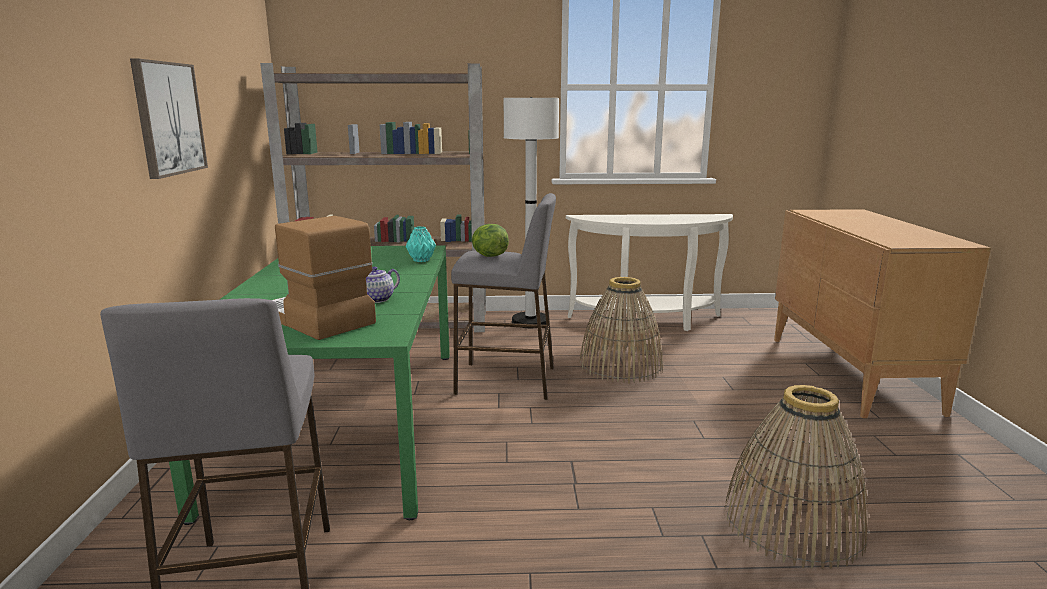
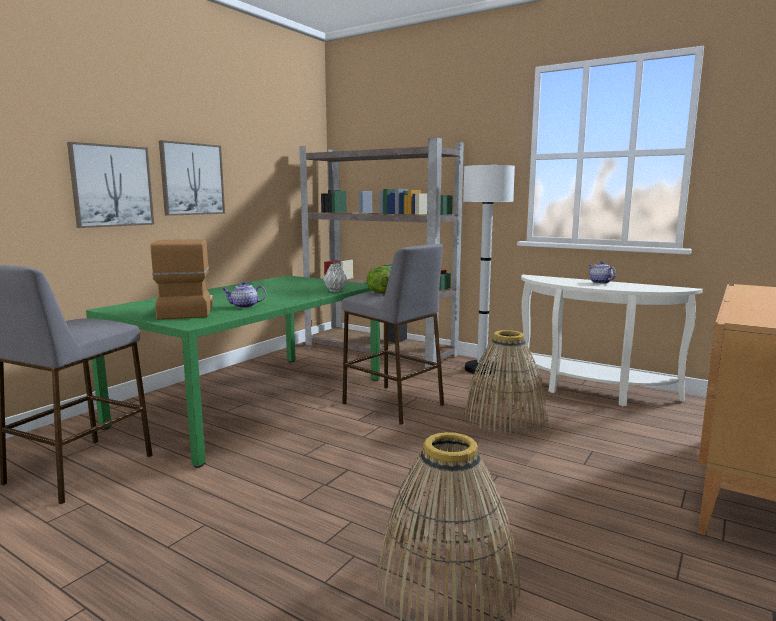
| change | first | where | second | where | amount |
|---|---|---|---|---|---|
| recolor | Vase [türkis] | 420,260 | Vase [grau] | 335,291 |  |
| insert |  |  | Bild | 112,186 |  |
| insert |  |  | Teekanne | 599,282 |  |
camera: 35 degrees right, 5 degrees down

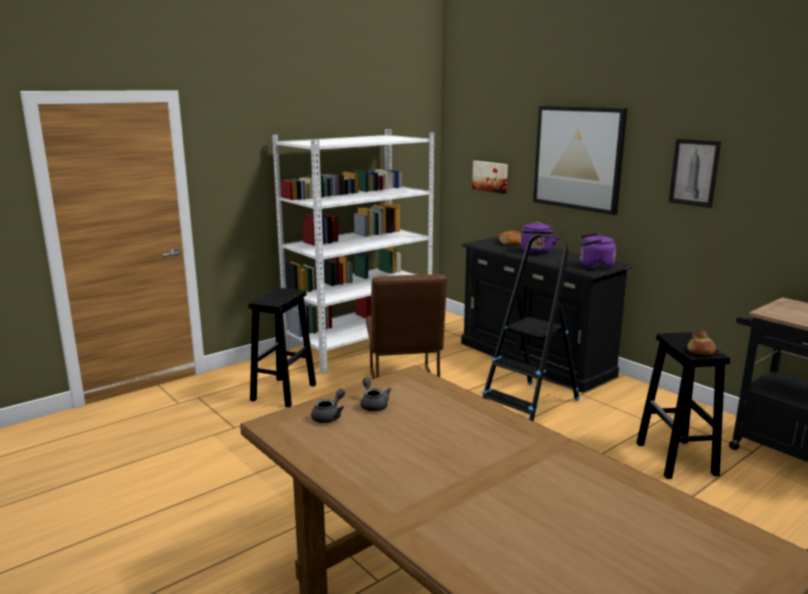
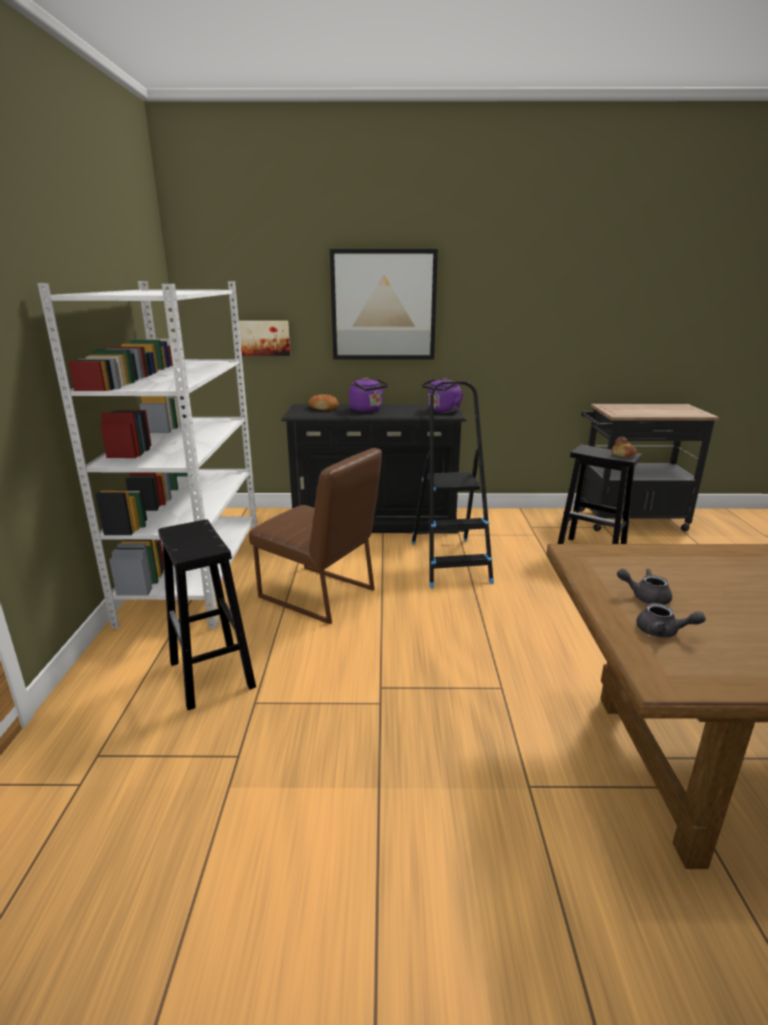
| change | first | where | second | where | amount |
|---|---|---|---|---|---|
| delete | Bild | 694,172 |  |  |  |
| rotate | Teekanne [grau] | 329,416 |  | 663,632 | 135 degrees clockwise |
camera: 50 degrees left, 5 degrees up

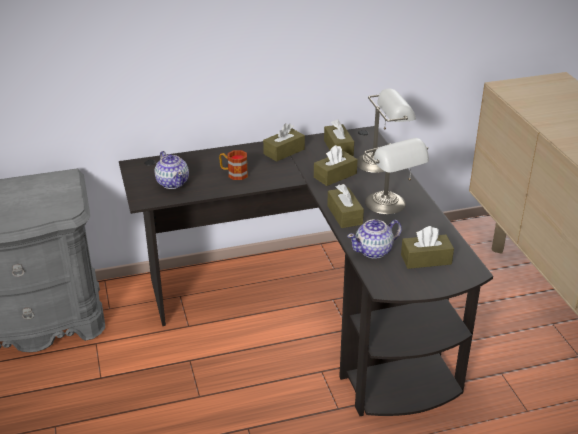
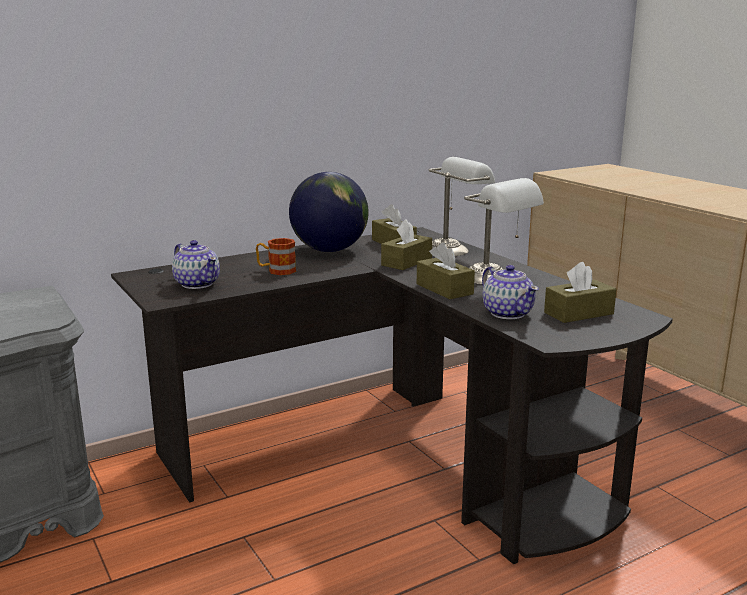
| change | first | where | second | where | amount |
|---|---|---|---|---|---|
| replace | Taschentuchbox [braun] | 284,151 | Globus | 329,250 |  |
| rotate | Teekanne | 374,251 |  | 507,313 | 75 degrees counterclockwise |
camera: 15 degrees left, 15 degrees down

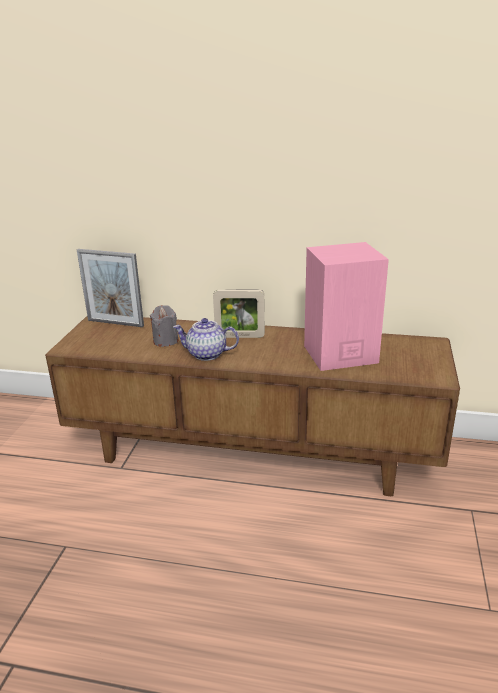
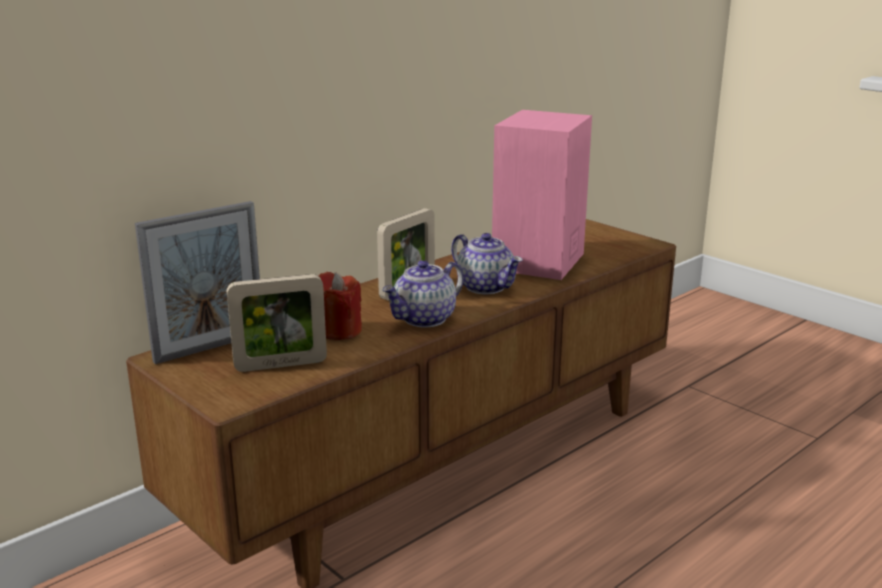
| change | first | where | second | where | amount |
|---|---|---|---|---|---|
| recolor | Kerze [grau] | 165,341 | Kerze [rot] | 340,331 |  |
| insert |  |  | Teekanne | 486,287 |  |
| insert |  |  | Bilderrahmen | 280,365 |  |
camera: 55 degrees left, 5 degrees down

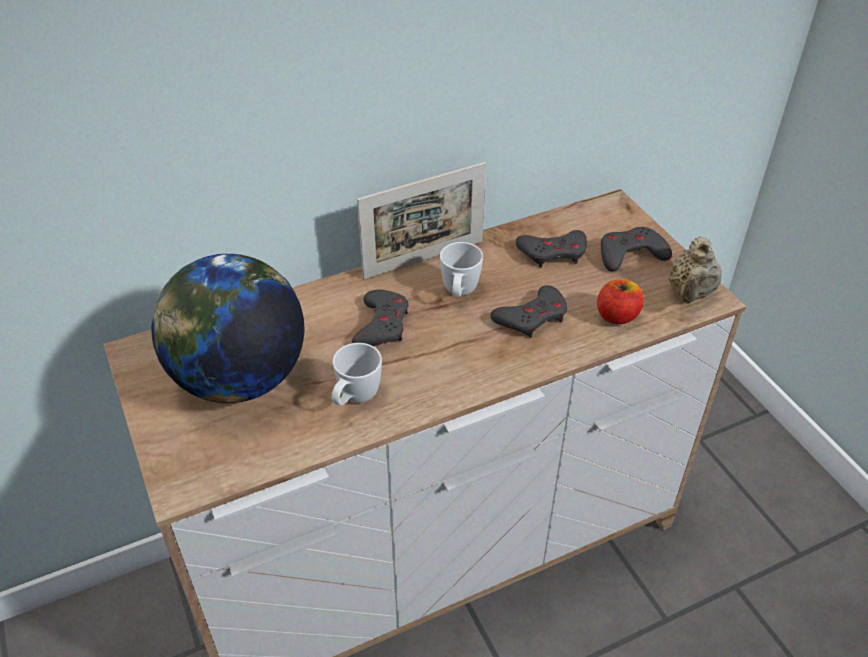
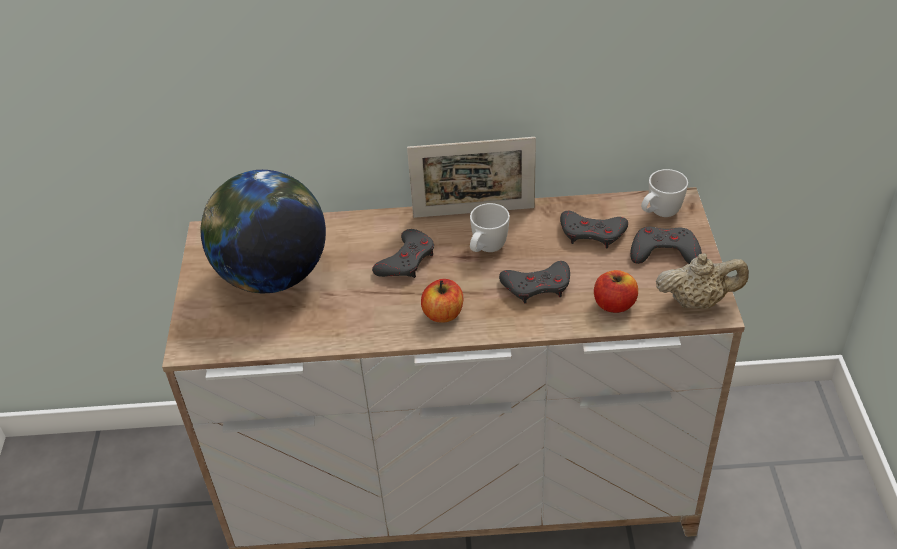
| change | first | where | second | where | amount |
|---|---|---|---|---|---|
| rotate | Teekanne [beige] | 690,293 |  | 697,301 | 135 degrees counterclockwise |
| move | Henkelbecher [weiß] | 355,399 |  | 659,214 |  |
| insert |  |  | Apfel | 443,314 |  |
camera: 25 degrees right, 0 degrees up

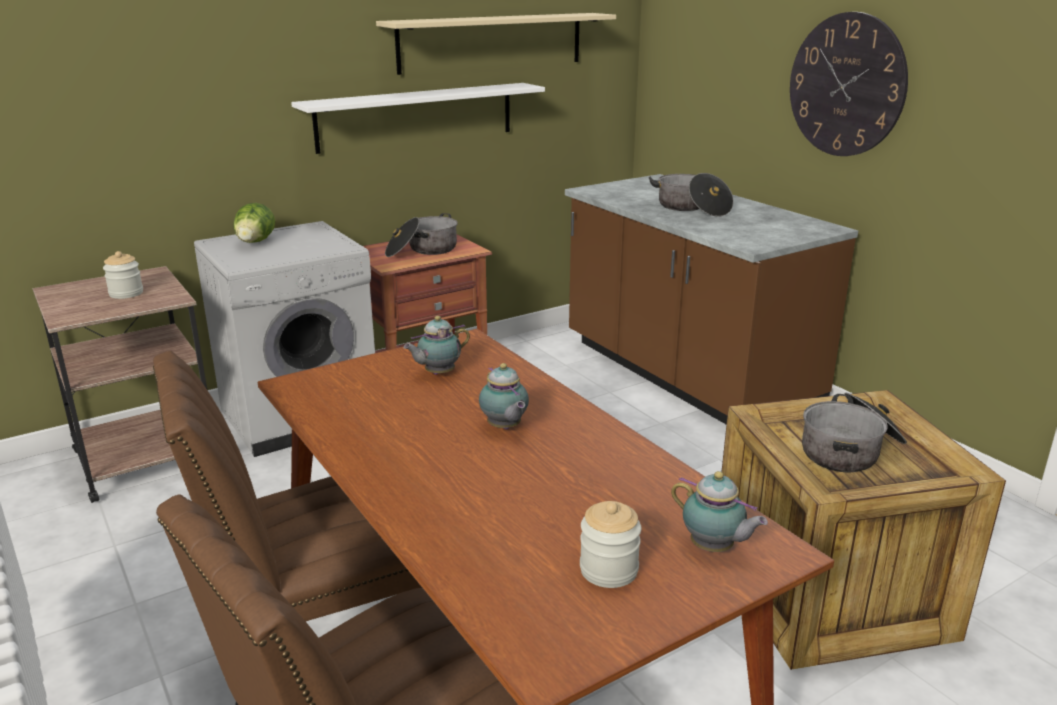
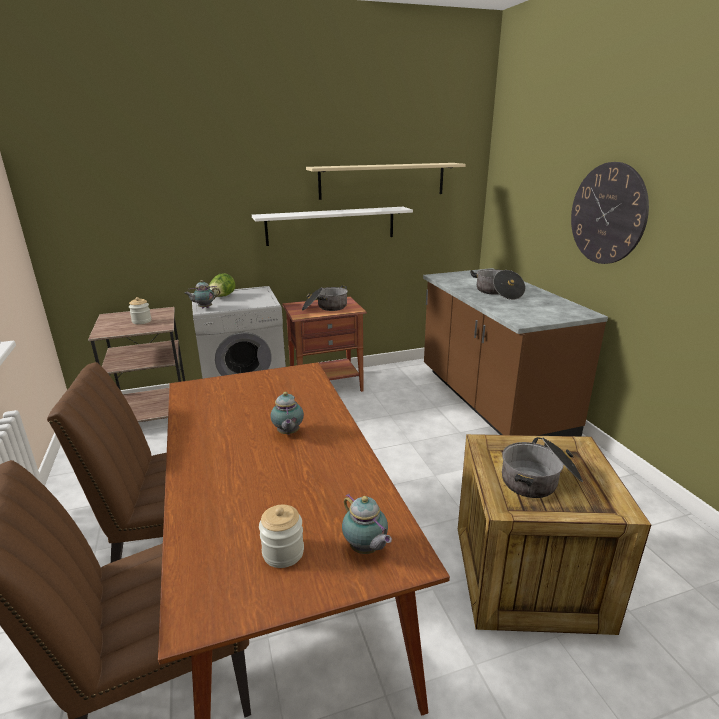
| change | first | where | second | where | amount |
|---|---|---|---|---|---|
| move | Teekanne | 437,373 |  | 204,308 |  |
camera: 15 degrees right, 0 degrees up

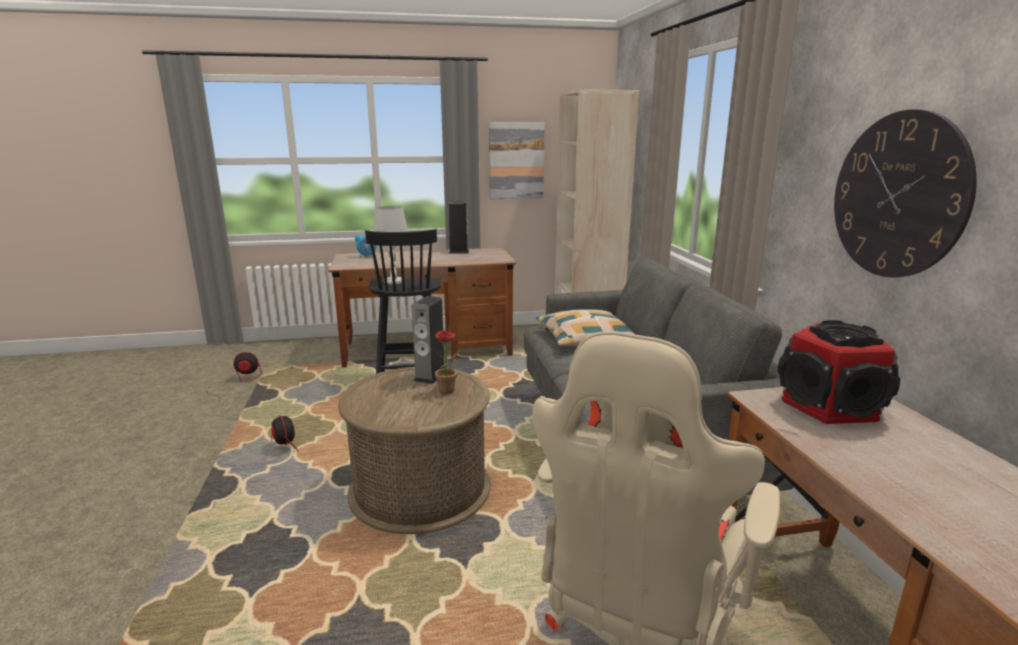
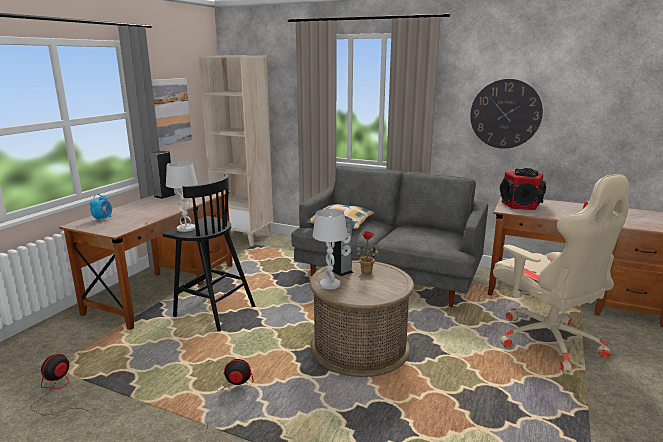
| change | first | where | second | where | amount |
|---|---|---|---|---|---|
| insert |  |  | Tischlampe [weiß] | 330,284 |  |
camera: 55 degrees left, 0 degrees up

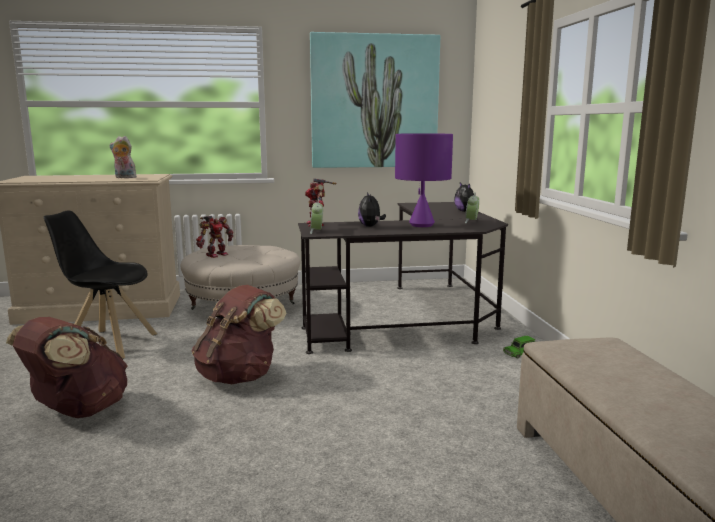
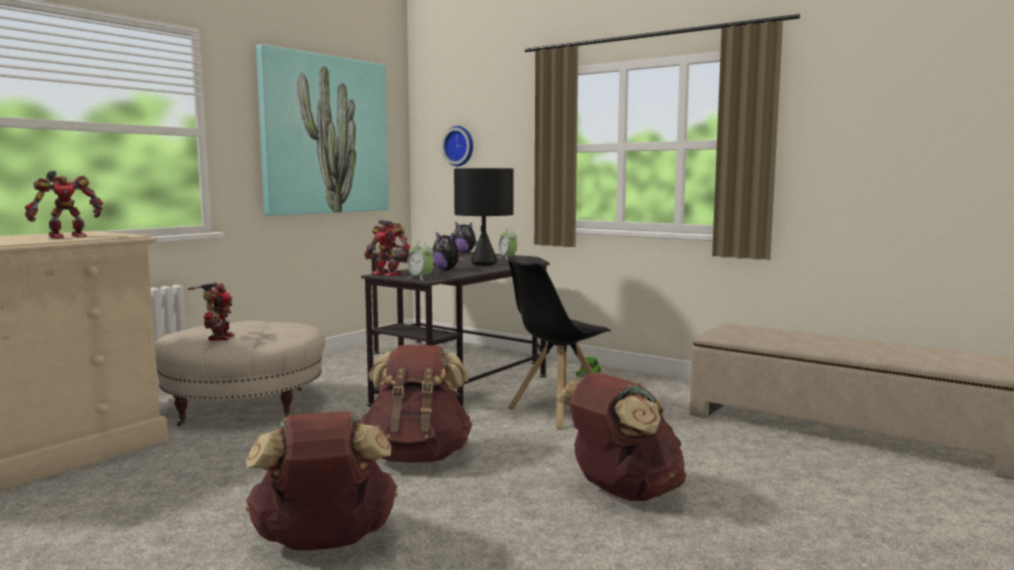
| change | first | where | second | where | amount |
|---|---|---|---|---|---|
| recolor | Tischlampe [lila] | 421,225 | Tischlampe [schwarz] | 484,264 |  |
| replace | Plüschtier | 124,177 | Spielzeugroboter | 66,237 |  |
| move | Stuhl [schwarz] | 108,344 |  | 558,411 |  |
| insert |  |  | Wanduhr | 459,146 |  |
| insert |  |  | Rucksack [braun] | 622,492 |  |
camera: 45 degrees left, 5 degrees down

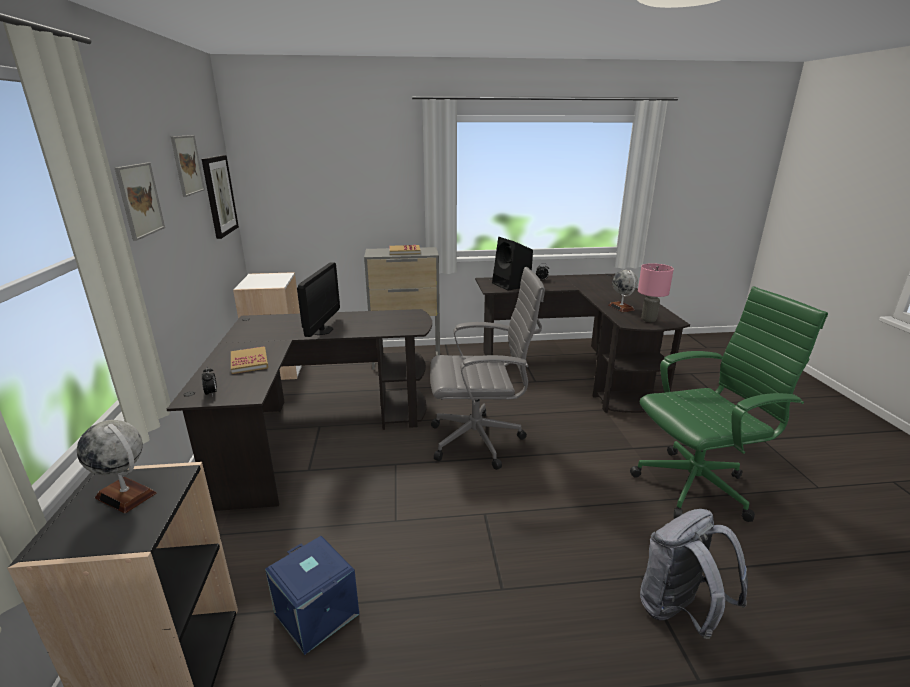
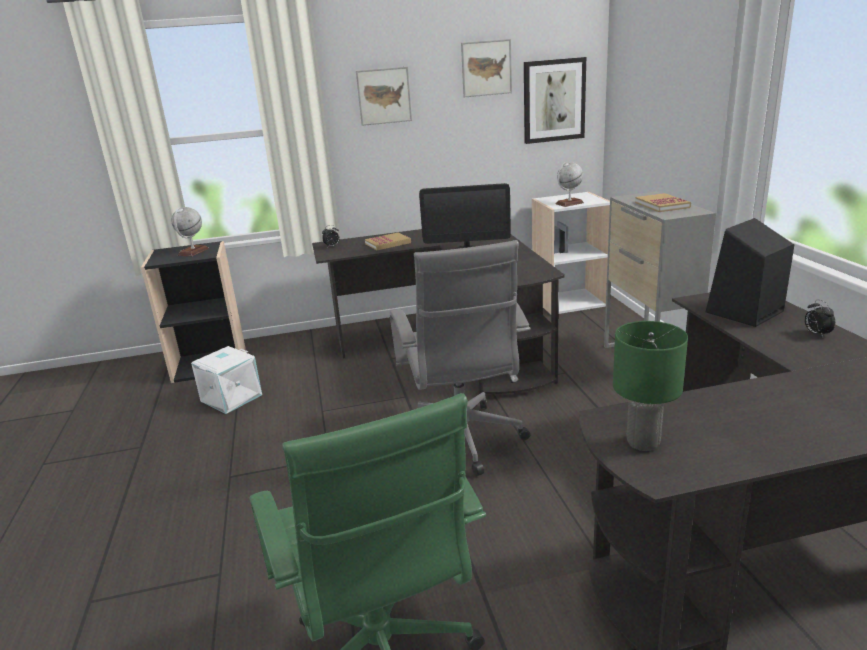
| change | first | where | second | where | amount |
|---|---|---|---|---|---|
| recolor | Tischlampe [rosa] | 648,320 | Tischlampe [grün] | 645,443 |  |
| move | Globus | 621,307 |  | 569,203 |  |
| delete | Rucksack [grau] | 679,611 |  |  |  |
| recolor | Aufbewahrungsbox [blau] | 315,614 | Aufbewahrungsbox [weiß] | 231,397 |  |
camera: 85 degrees right, 0 degrees up

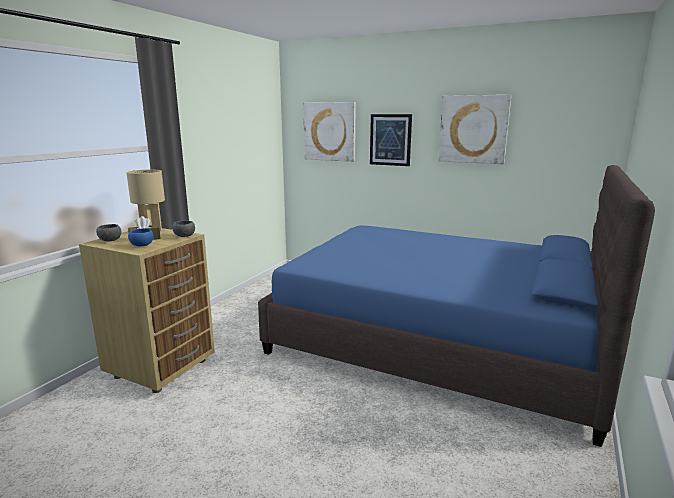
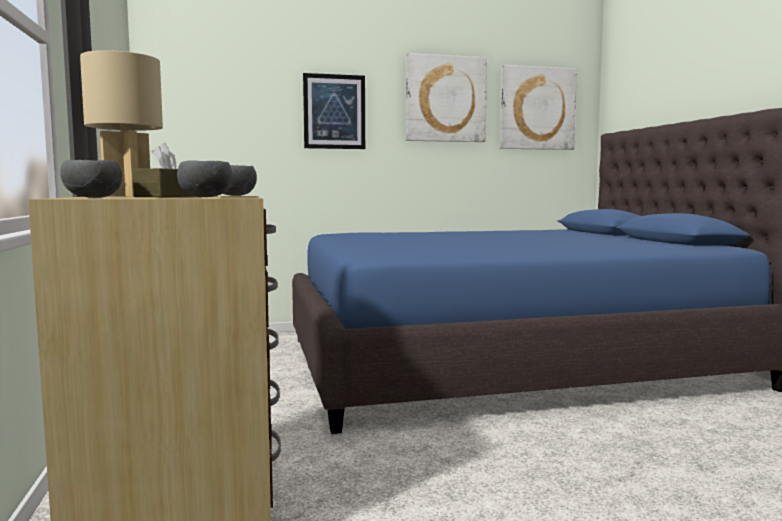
| change | first | where | second | where | amount |
|---|---|---|---|---|---|
| move | Bild | 329,131 |  | 536,108 |  |
| recolor | Schüssel [blau] | 142,245 | Schüssel [grau] | 207,197 |  |
camera: 40 degrees left, 10 degrees down

